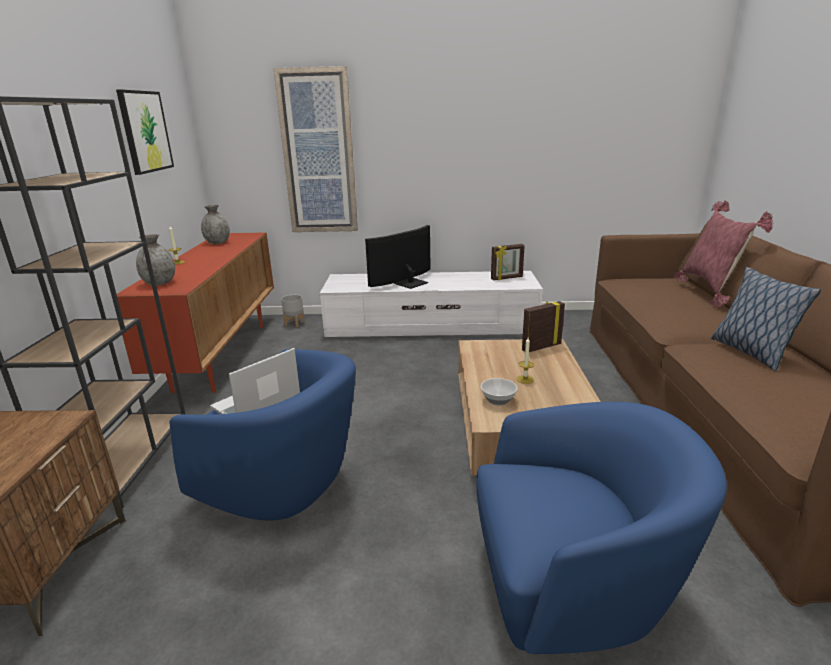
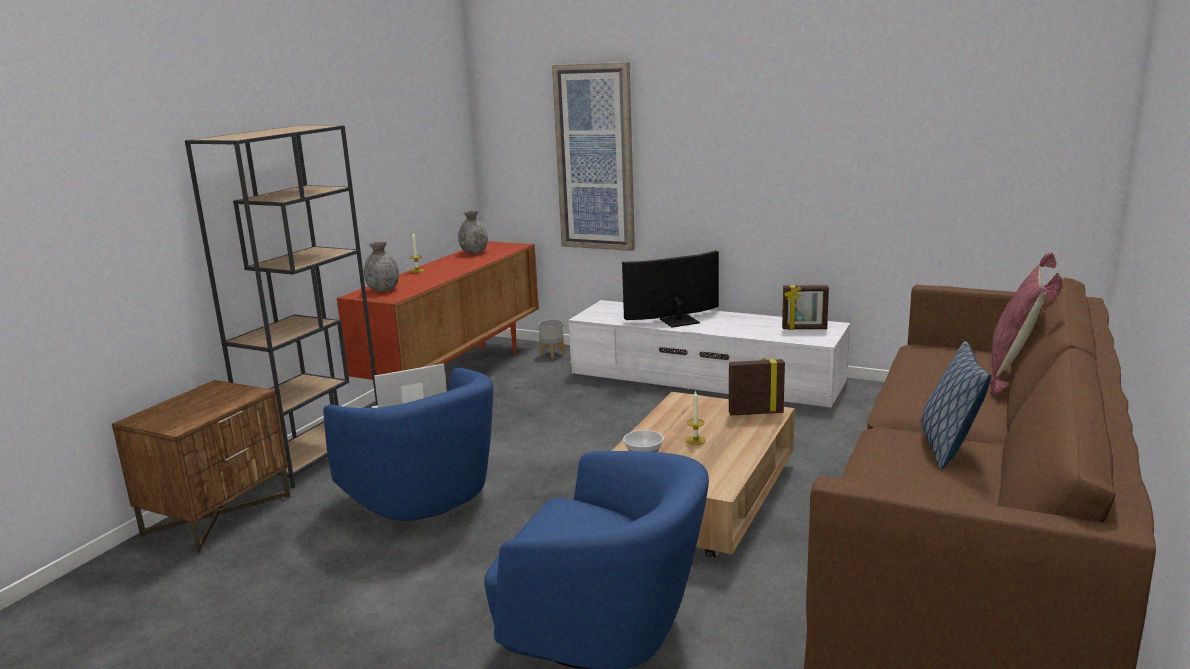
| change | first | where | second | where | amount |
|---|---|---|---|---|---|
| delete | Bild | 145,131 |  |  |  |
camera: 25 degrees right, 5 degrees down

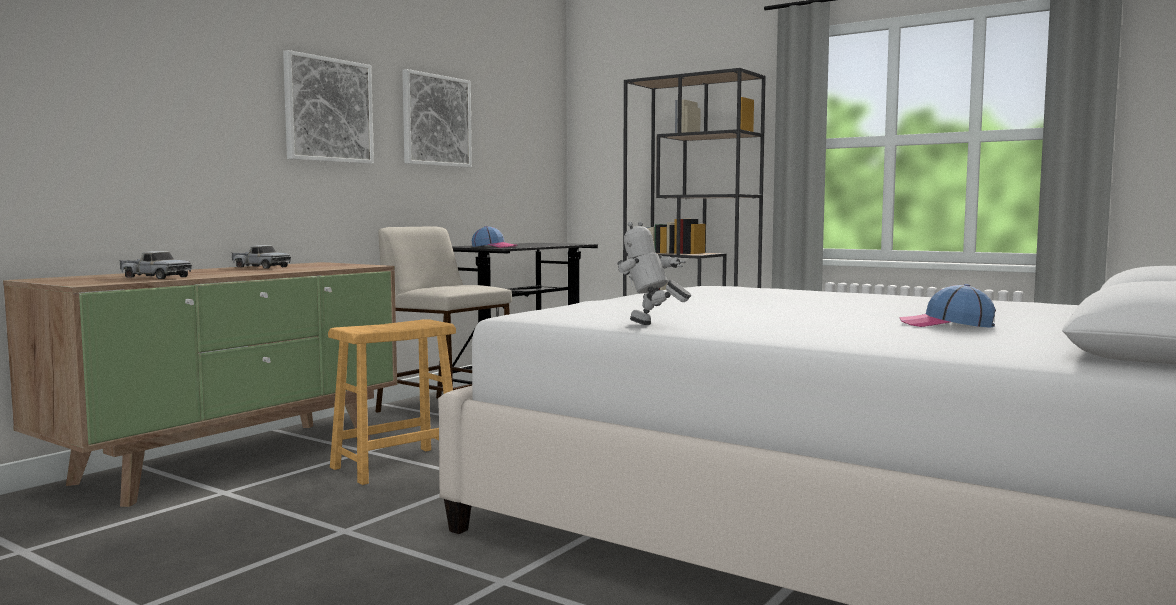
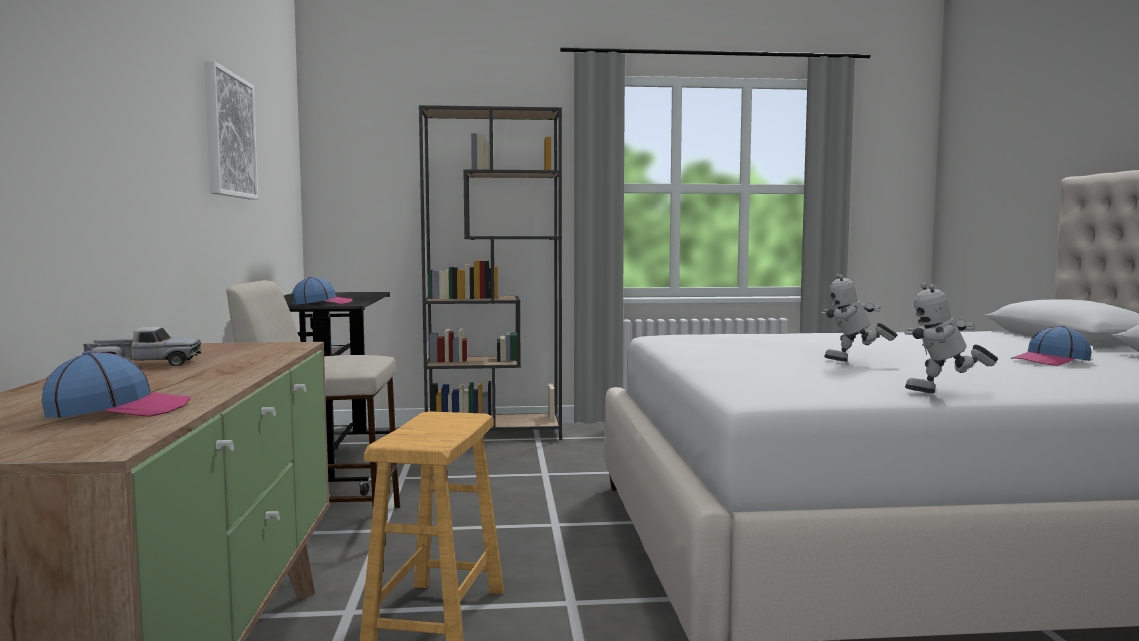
| change | first | where | second | where | amount |
|---|---|---|---|---|---|
| delete | Bild | 328,110 |  |  |  |
| replace | Spielzeuglaster | 154,277 | Kappe | 119,409 |  |
| insert |  |  | Spielzeugroboter | 854,362 |  |
camera: 40 degrees left, 0 degrees up

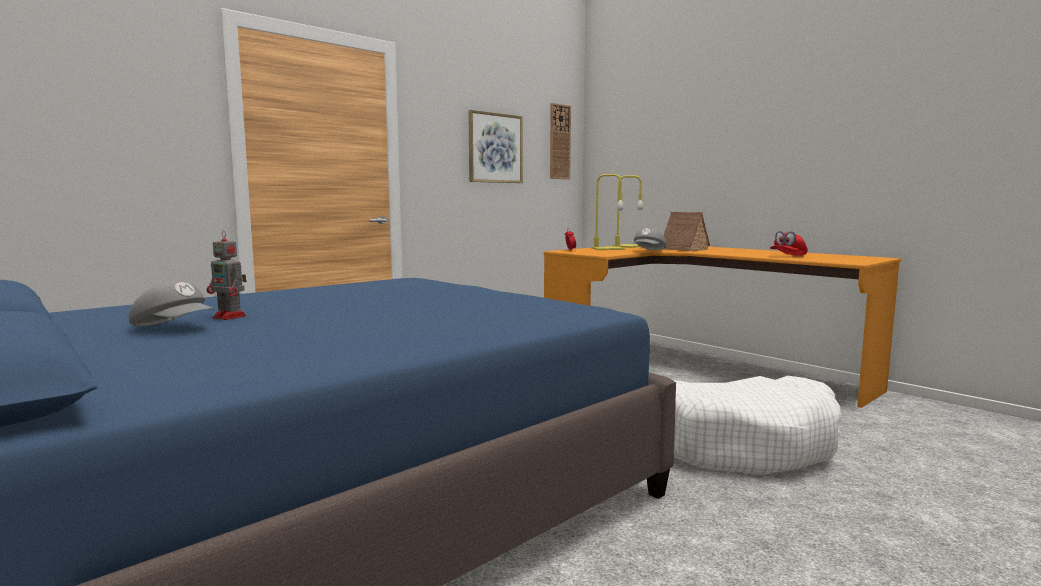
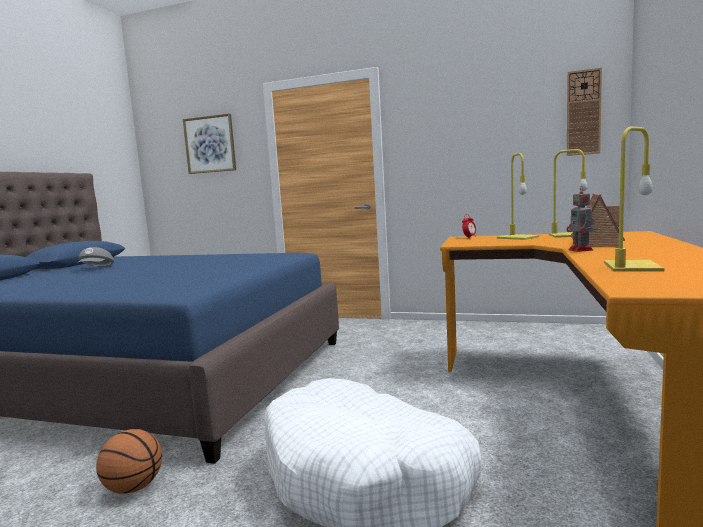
| change | first | where | second | where | amount |
|---|---|---|---|---|---|
| move | Bild | 495,148 |  | 210,144 |  |
| delete | Kappe [grau] | 649,251 |  |  |  |
| move | Spielzeugroboter | 231,317 |  | 581,250 |  |
| replace | Kappe [rot] | 788,256 | Tischlampe [gelb] | 633,267 |  |
| insert |  |  | Basketball | 133,487 |  |
camera: 60 degrees right, 0 degrees up

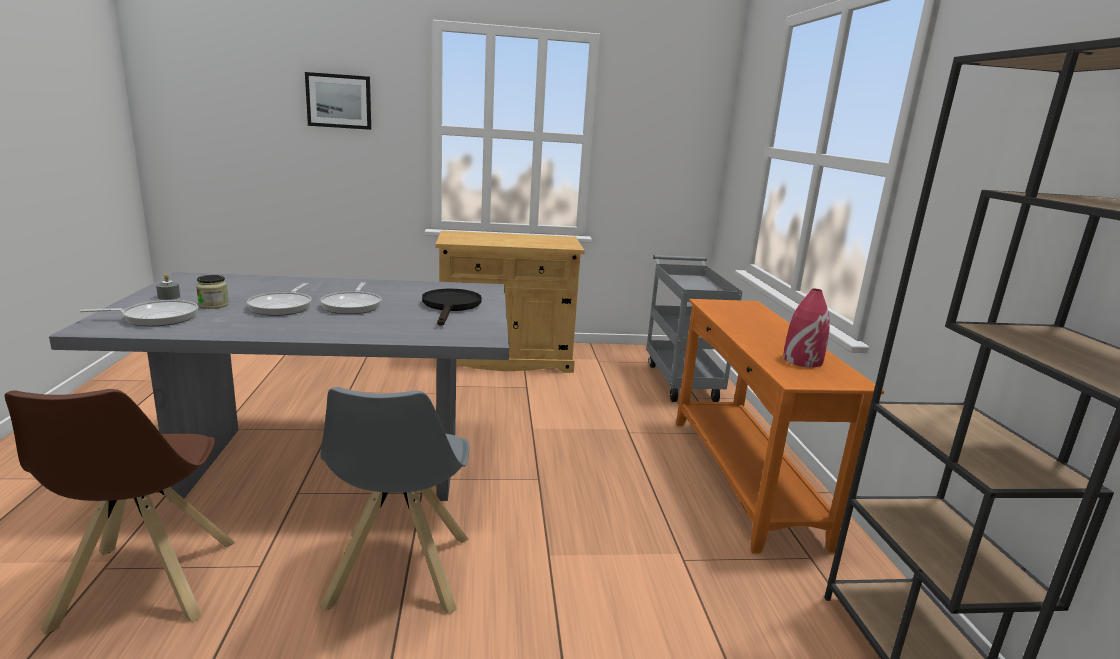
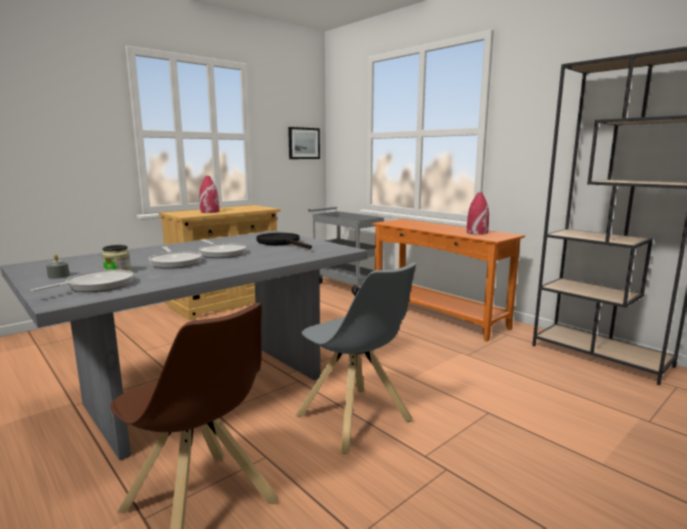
| change | first | where | second | where | amount |
|---|---|---|---|---|---|
| move | Bild | 339,101 |  | 303,143 |  |
| insert |  |  | Vase [rot] | 209,212 |  |
camera: 35 degrees left, 5 degrees down

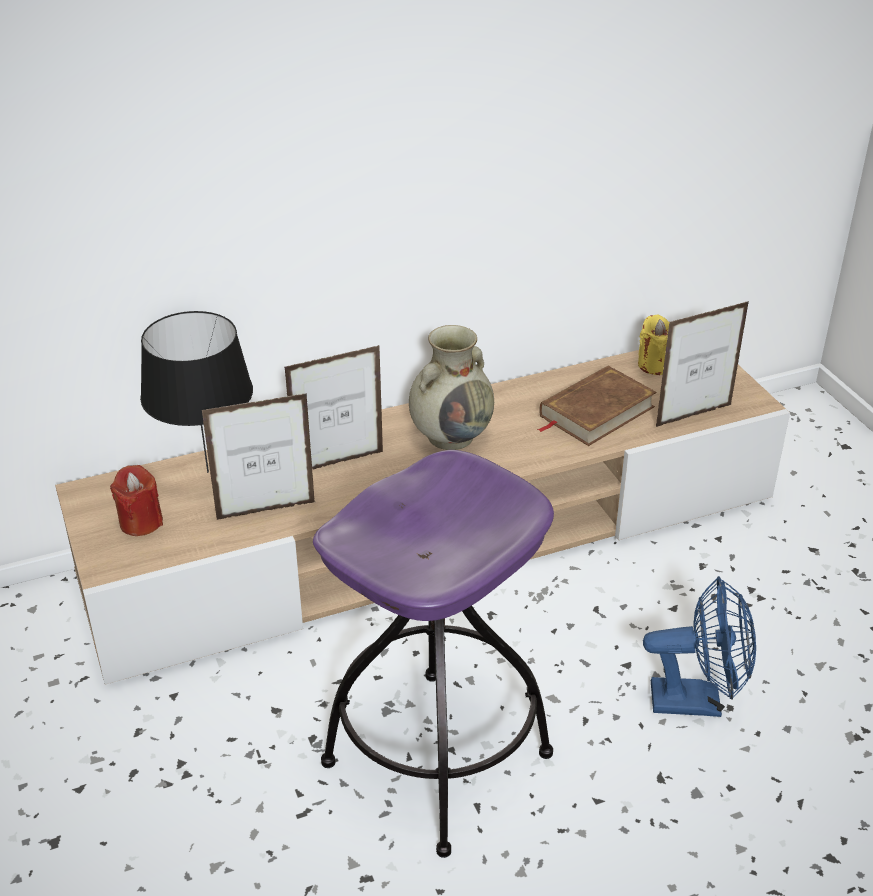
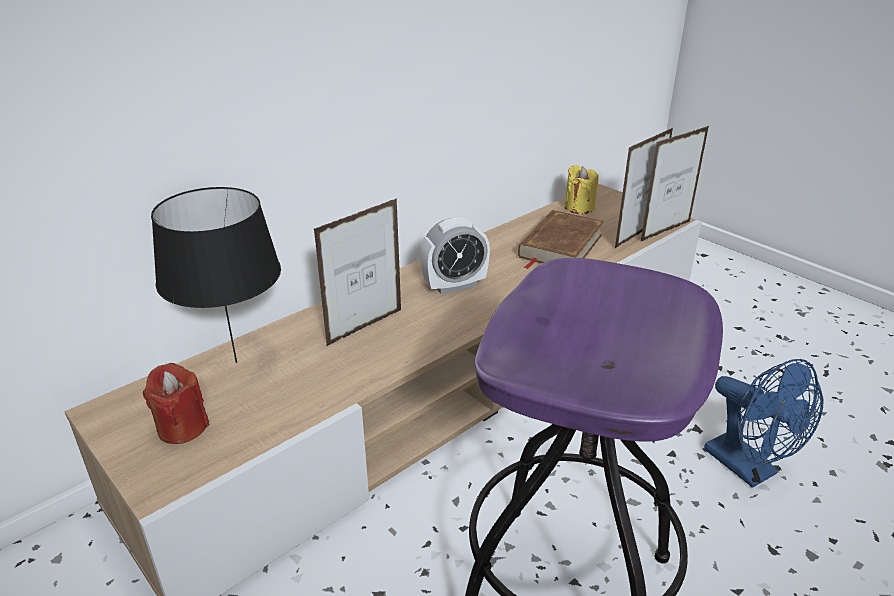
| change | first | where | second | where | amount |
|---|---|---|---|---|---|
| replace | Vase [beige] | 451,435 | Wecker | 454,285 |  |
| move | Bilderrahmen | 266,511 |  | 665,231 |  |
| rotate | Ventilator [blau] | 697,701 |  | 749,469 | 75 degrees clockwise |
camera: 20 degrees left, 5 degrees down

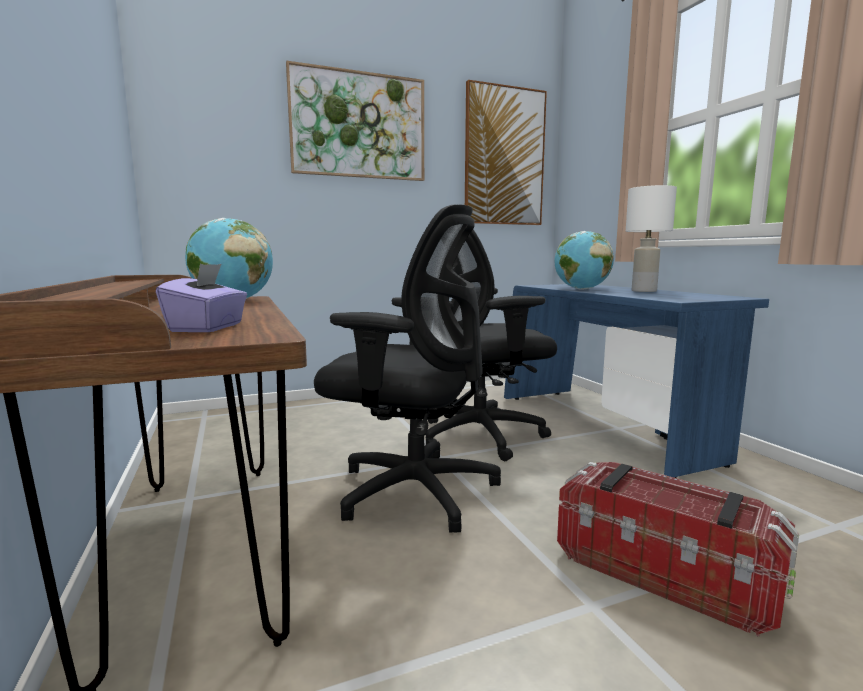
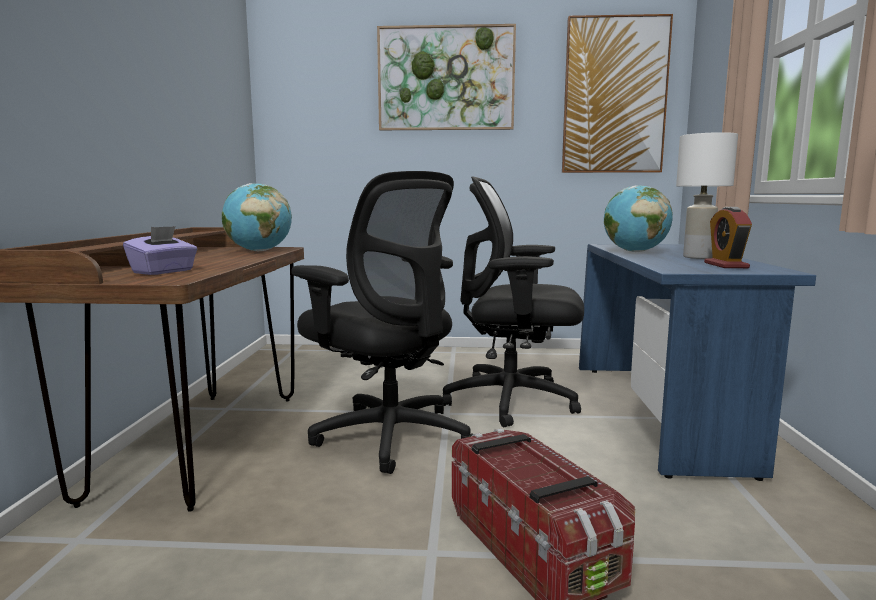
| change | first | where | second | where | amount |
|---|---|---|---|---|---|
| insert |  |  | Wecker | 726,265 |  |
camera: 25 degrees right, 0 degrees up

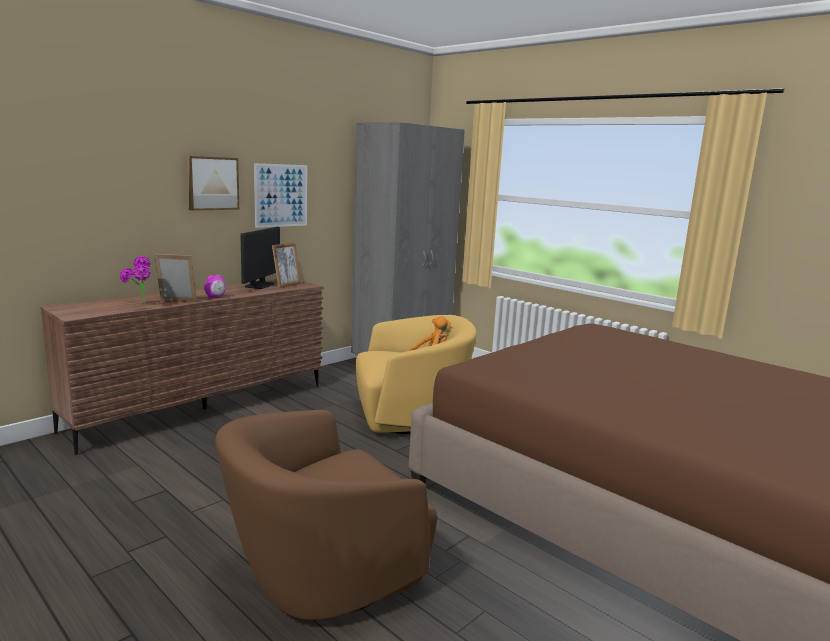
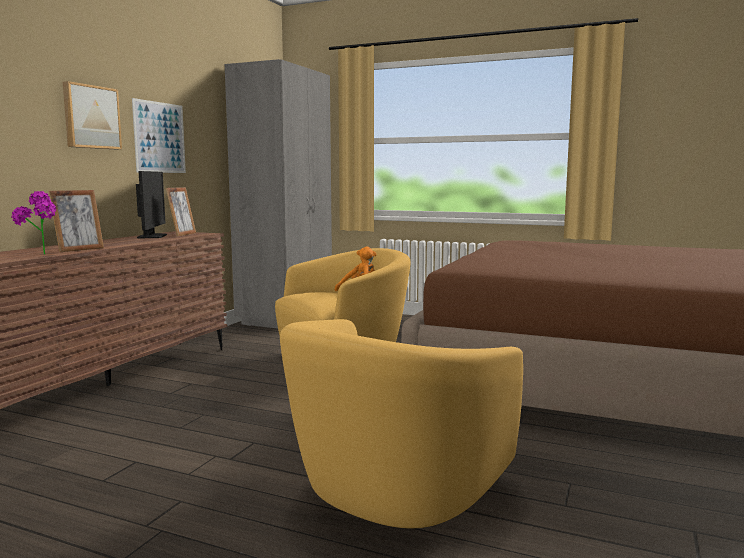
| change | first | where | second | where | amount |
|---|---|---|---|---|---|
| rotate | Bilderrahmen | 177,302 |  | 79,249 | 150 degrees clockwise |
| delete | Wecker | 215,297 |  |  |  |
| recolor | Sessel [braun] | 323,577 | Sessel [gelb] | 396,495 |  |
camera: 20 degrees left, 5 degrees down

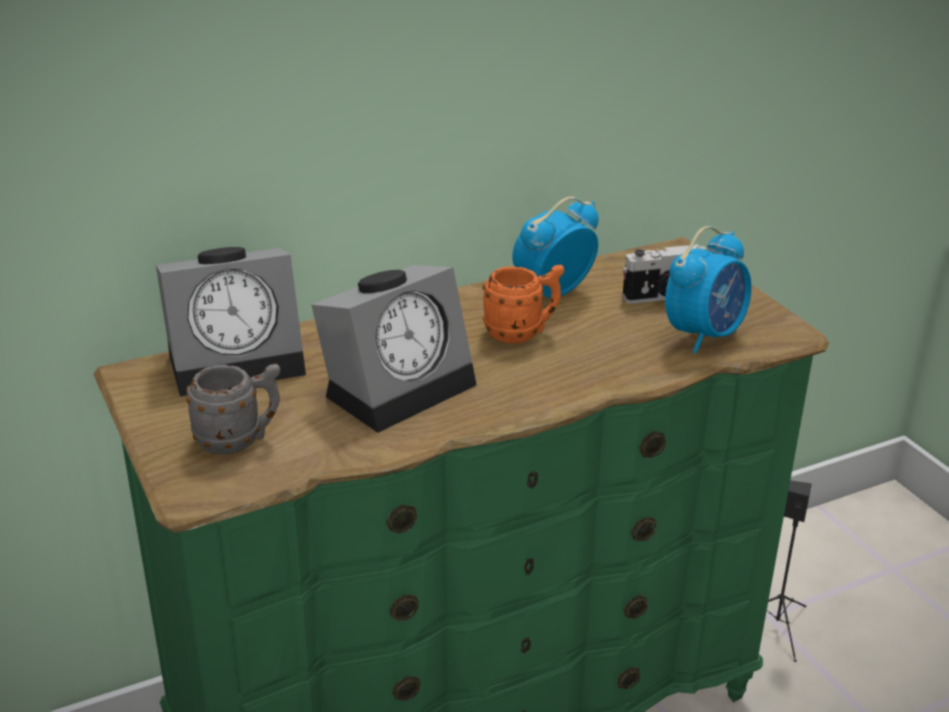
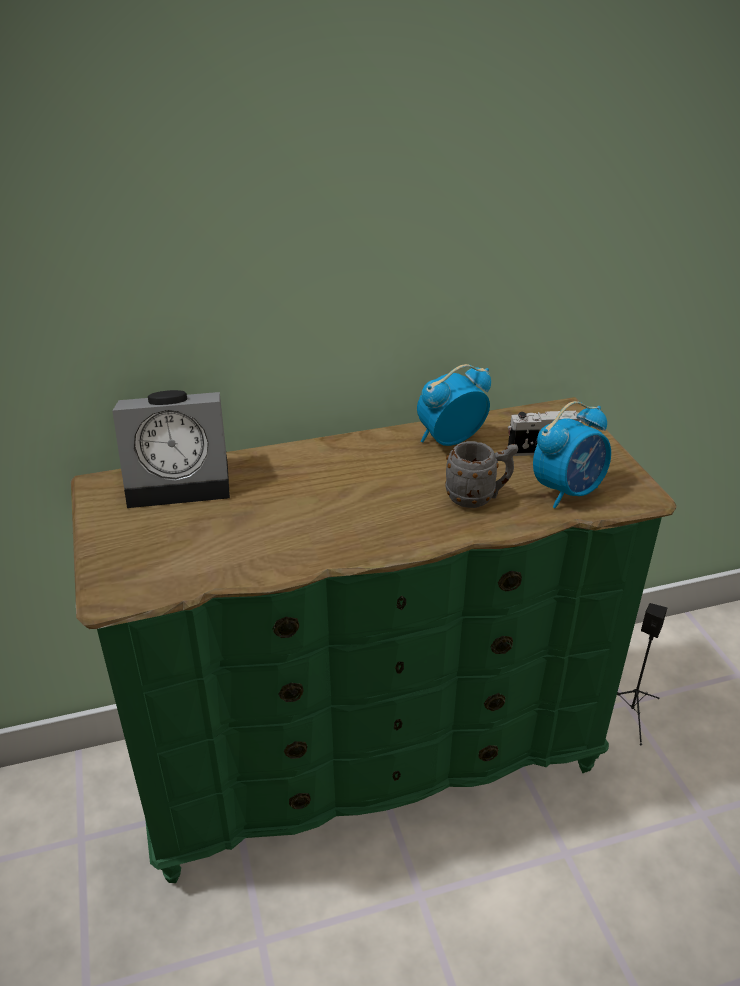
| change | first | where | second | where | amount |
|---|---|---|---|---|---|
| delete | Wecker | 400,386 |  |  |  |
| delete | Henkelbecher [orange] | 522,333 |  |  |  |
| move | Henkelbecher [grau] | 239,440 |  | 478,497 |  |
camera: 10 degrees right, 5 degrees up

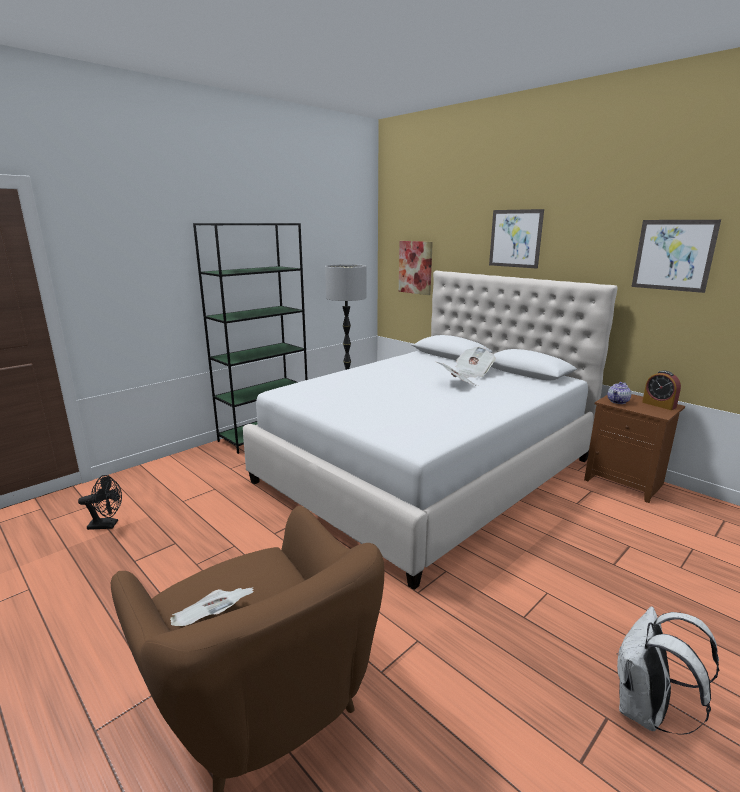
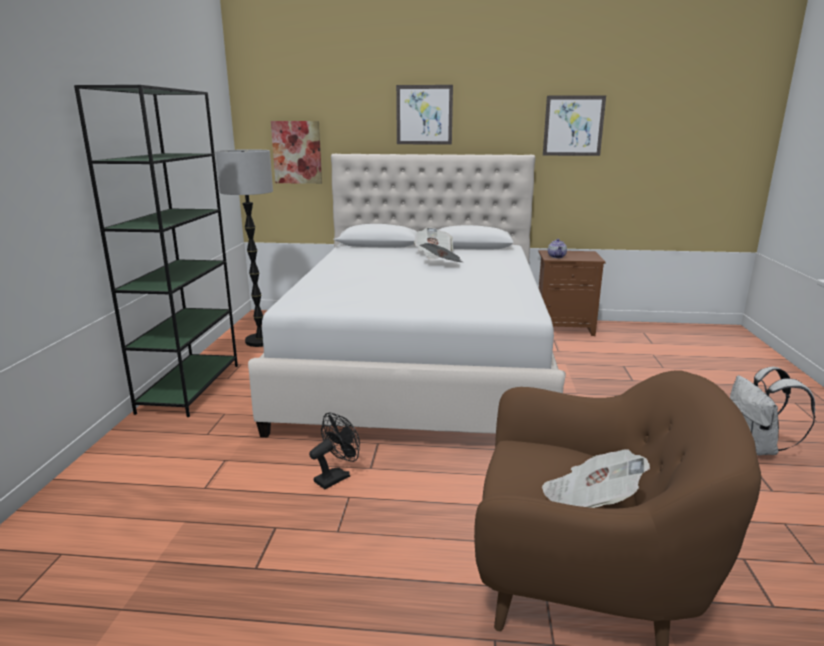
| change | first | where | second | where | amount |
|---|---|---|---|---|---|
| delete | Wecker | 659,405 |  |  |  |
| move | Ventilator [schwarz] | 107,525 |  | 336,477 |  |
camera: 40 degrees left, 0 degrees up

